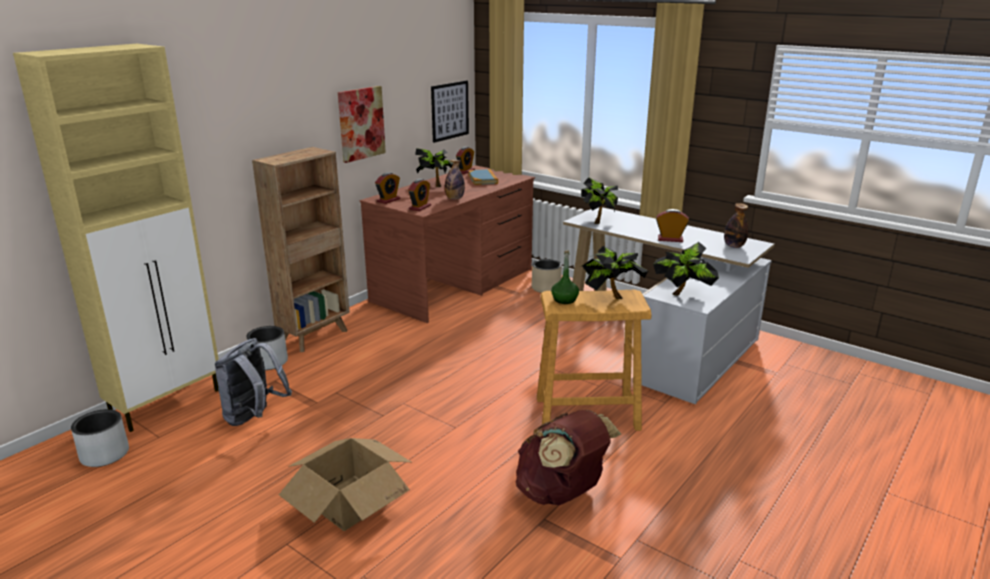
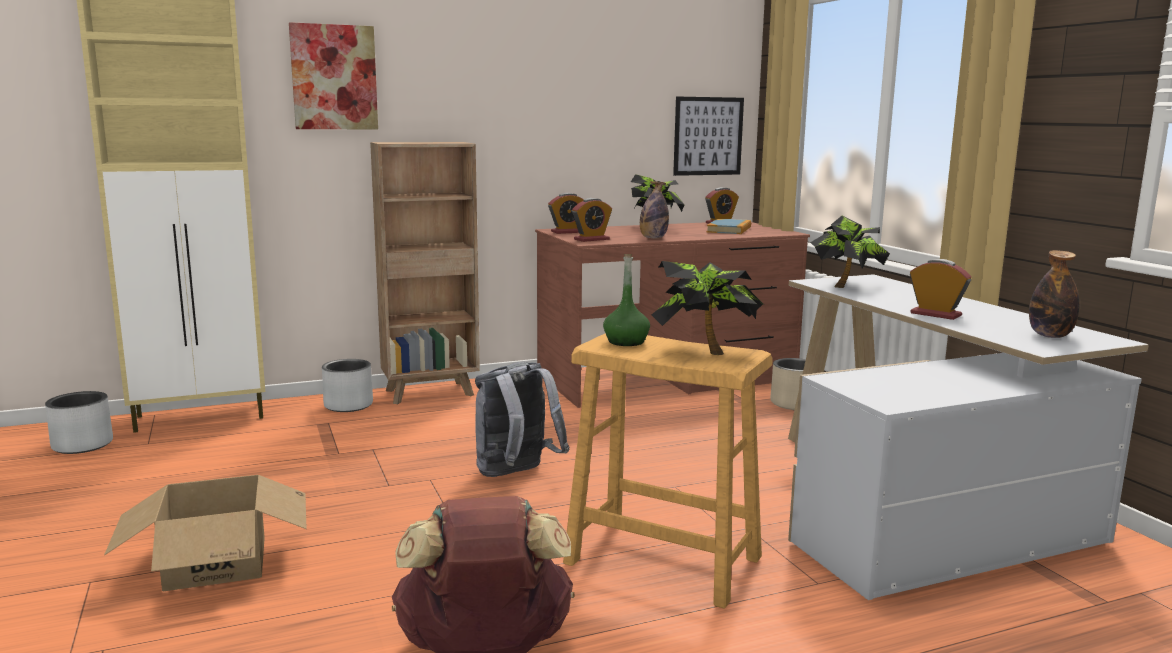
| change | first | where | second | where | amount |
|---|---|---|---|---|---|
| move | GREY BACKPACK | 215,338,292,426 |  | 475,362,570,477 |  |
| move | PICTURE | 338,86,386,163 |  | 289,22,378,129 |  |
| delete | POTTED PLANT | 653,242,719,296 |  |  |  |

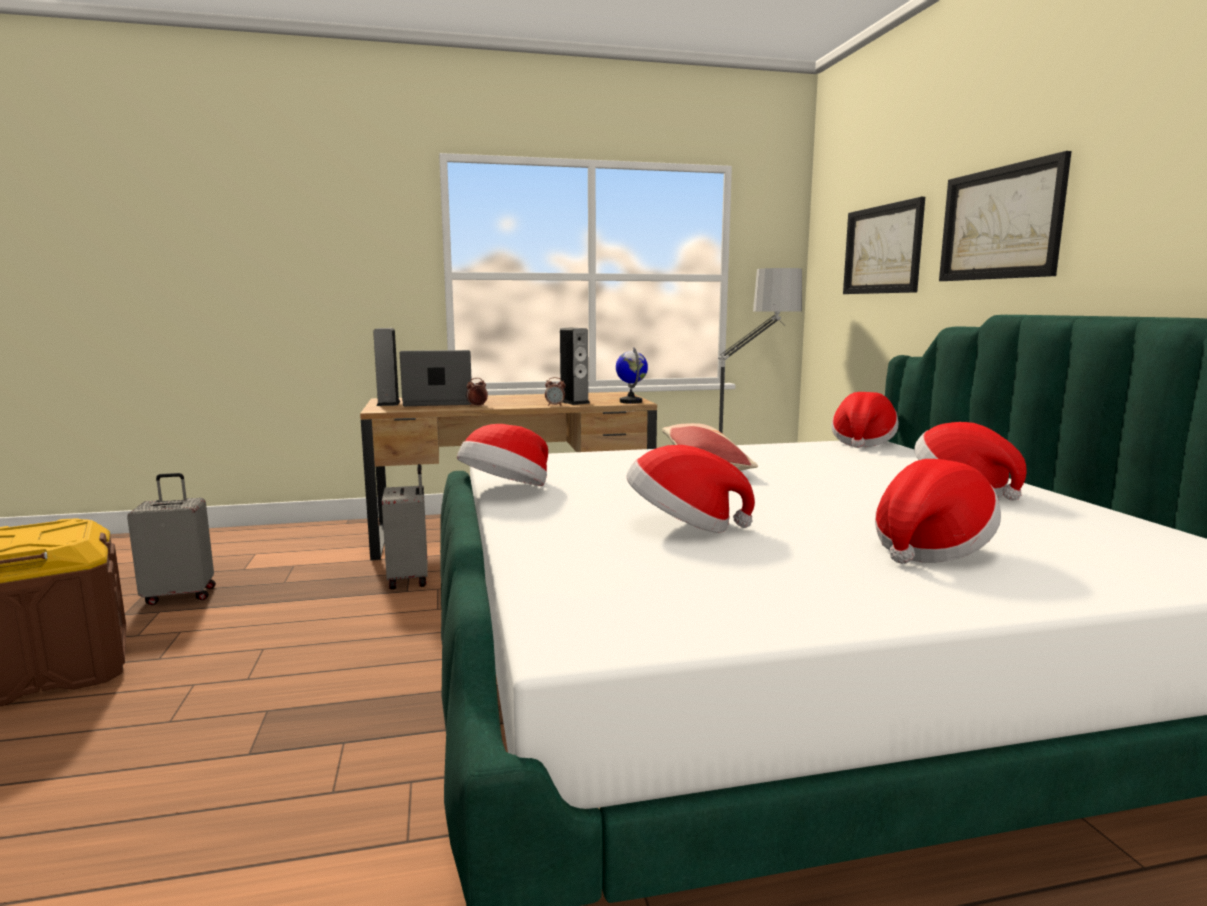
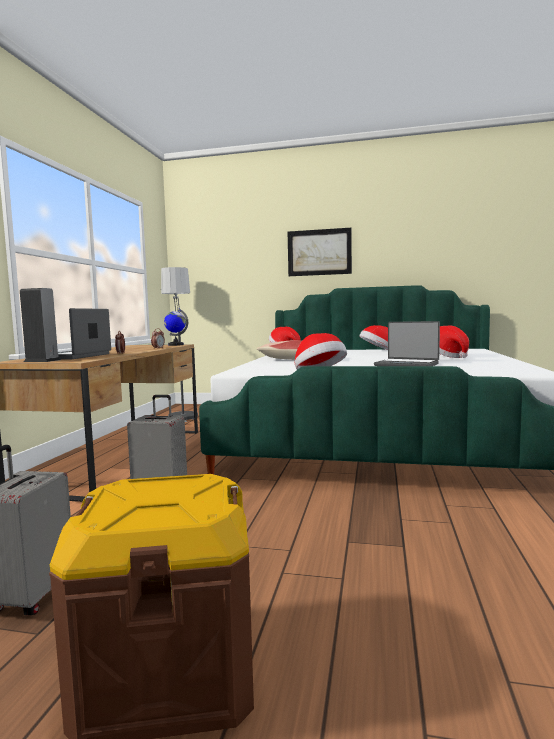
| change | first | where | second | where | amount |
|---|---|---|---|---|---|
| delete | SPEAKER | 560,328,590,405 |  |  |  |
| replace | HAT | 627,445,755,533 | LAPTOP | 374,321,440,366 |  |
| delete | PICTURE | 843,197,925,294 |  |  |  |

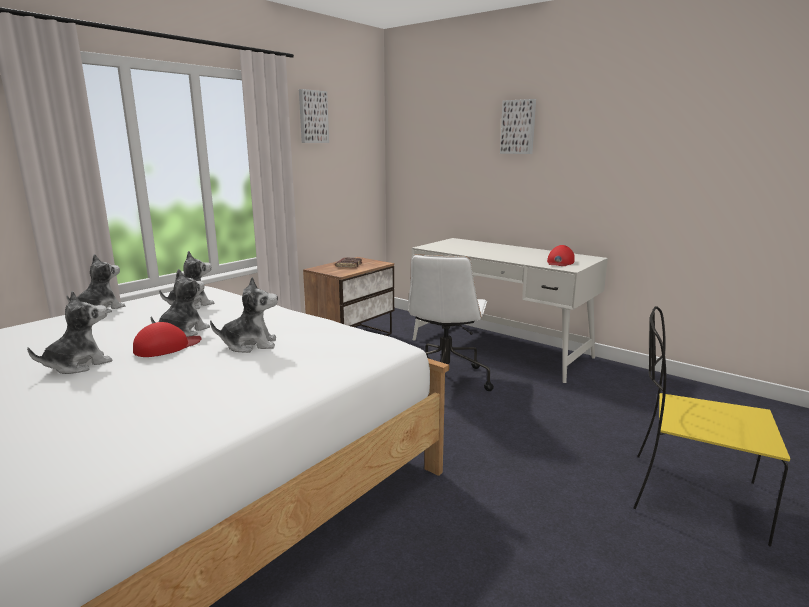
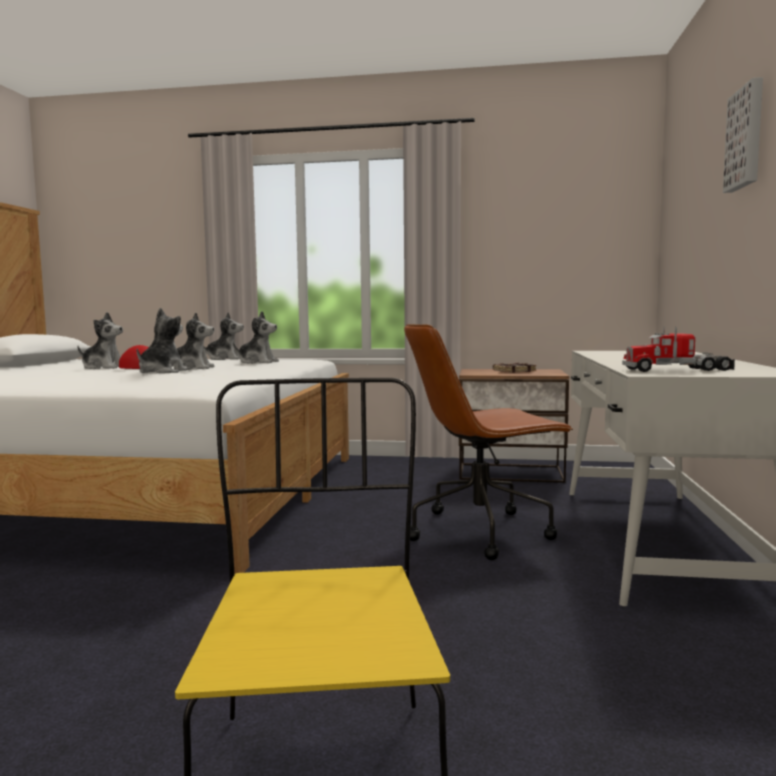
| change | first | where | second | where | amount |
|---|---|---|---|---|---|
| rotate | PLUSH TOY | 210,277,278,353 |  | 137,308,188,373 | 120 degrees counterclockwise |
| delete | PICTURE | 299,89,329,143 |  |  |  |
| recolor | WHITE OFFICE CHAIR | 408,254,494,391 | BROWN OFFICE CHAIR | 404,324,573,560 |  |
| replace | RED CAP | 547,245,575,266 | TOY TRUCK | 622,326,735,372 |  |

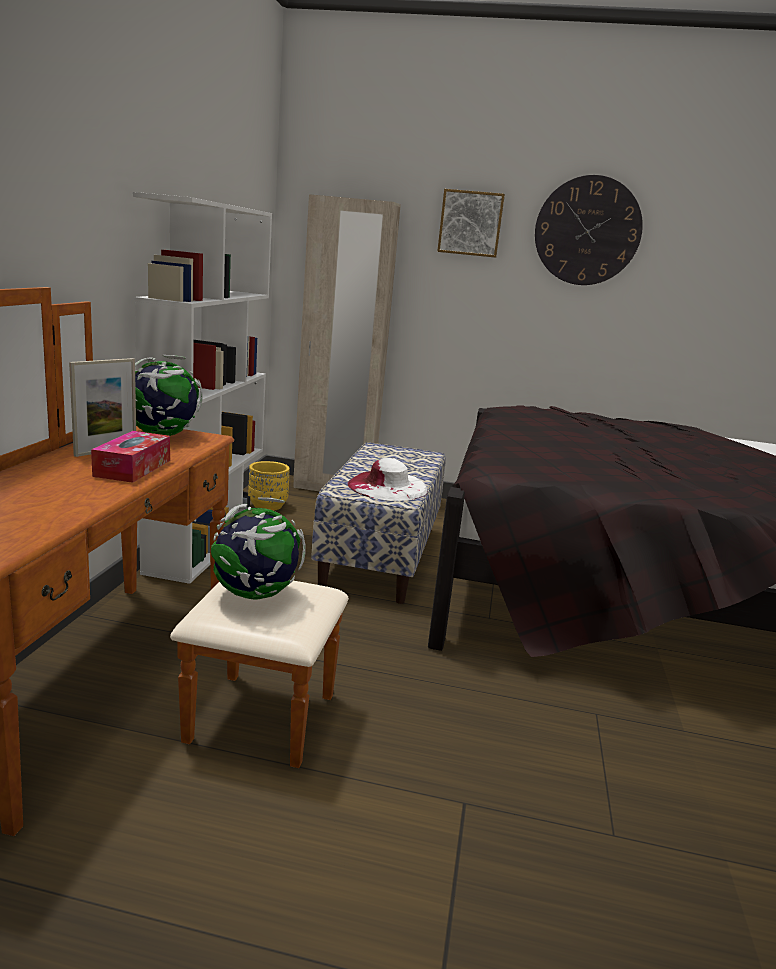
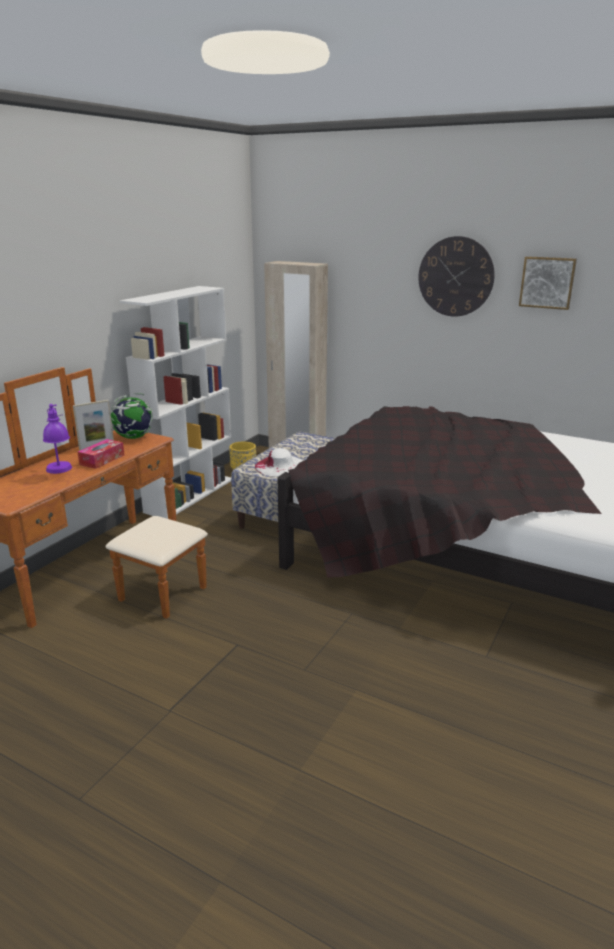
| change | first | where | second | where | amount |
|---|---|---|---|---|---|
| delete | GLOBE | 211,497,305,600 |  |  |  |
| move | PICTURE | 437,189,505,258 |  | 519,256,577,310 |  |
| insert |  |  | PURPLE TABLE LAMP | 43,404,72,474 |  |

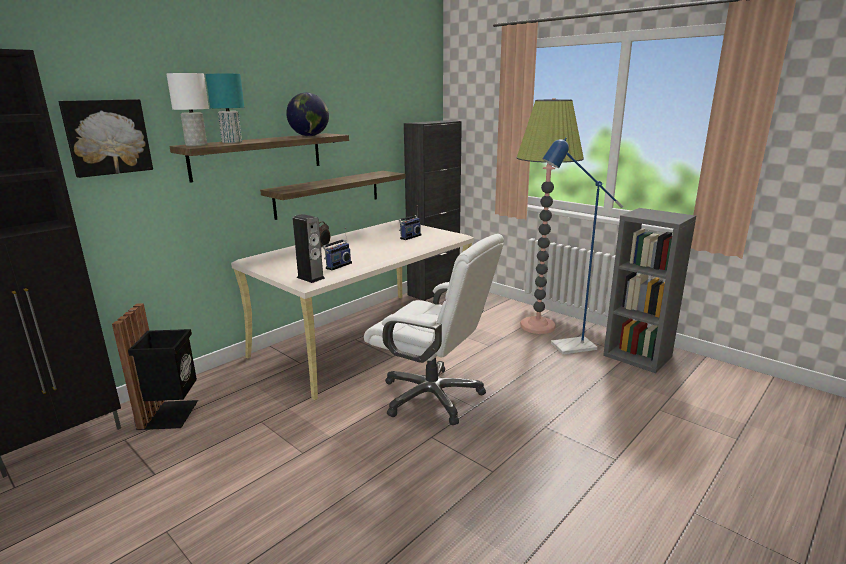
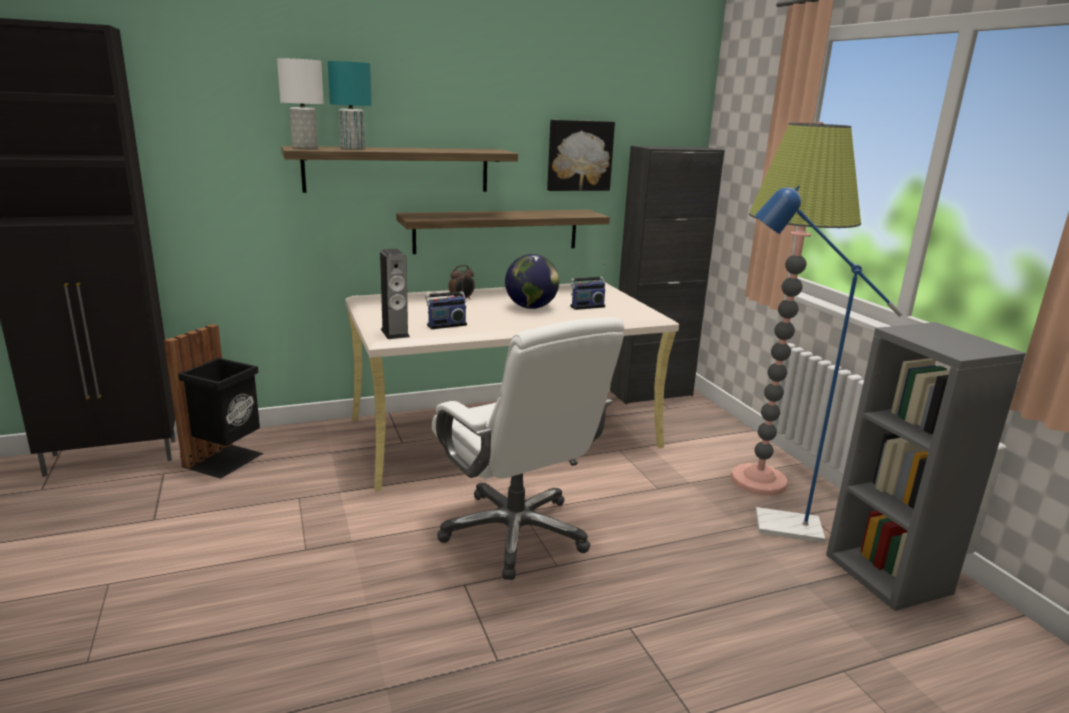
| change | first | where | second | where | amount |
|---|---|---|---|---|---|
| move | PICTURE | 58,99,153,178 |  | 547,120,615,191 |  |
| move | GLOBE | 286,93,329,136 |  | 505,254,559,309 |  |

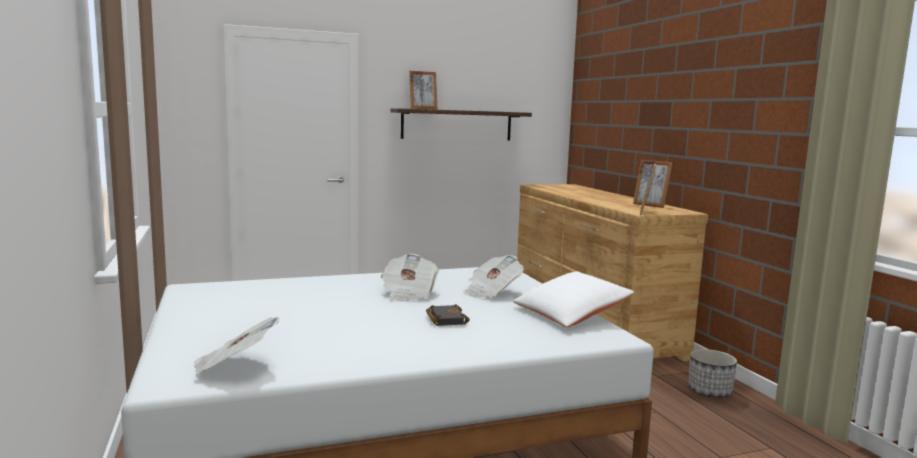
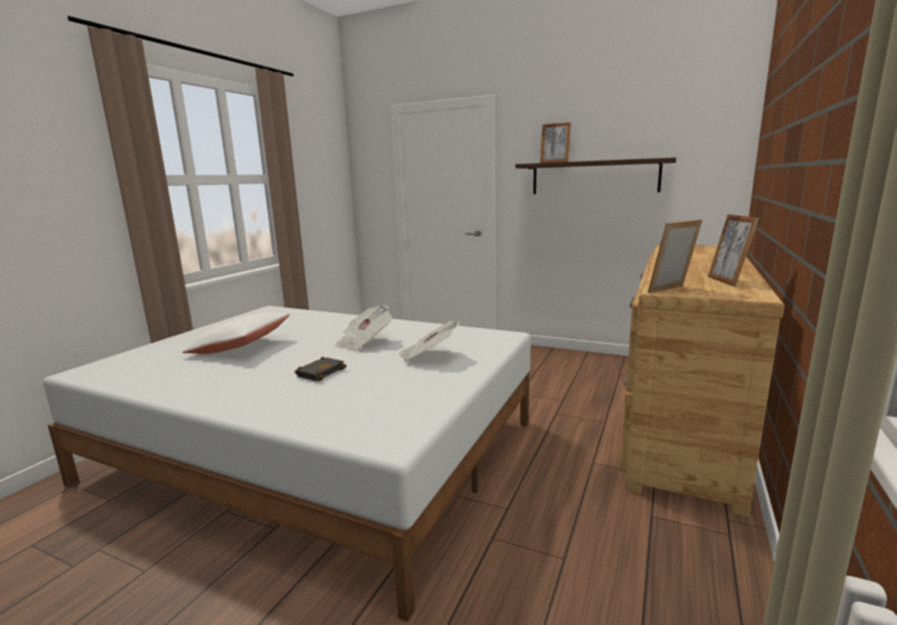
| change | first | where | second | where | amount |
|---|---|---|---|---|---|
| delete | NEWSPAPER | 194,317,279,375 |  |  |  |
| move | WHITE PILLOW | 513,271,634,327 |  | 182,313,290,354 |  |
| delete | PLANTER | 688,349,737,398 |  |  |  |

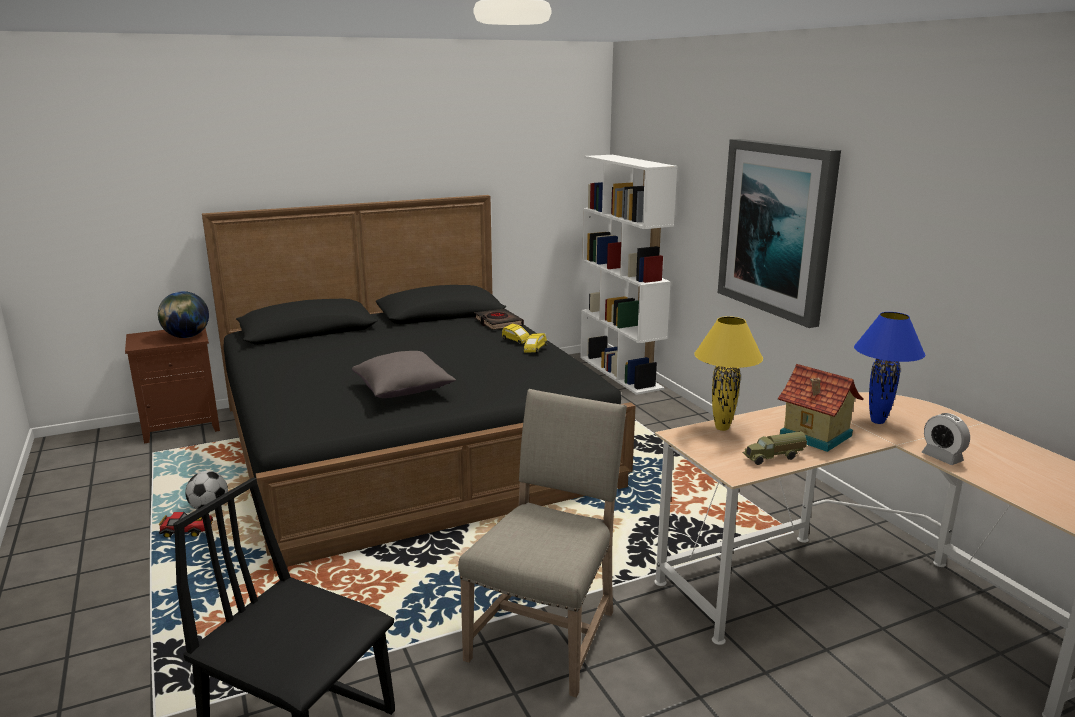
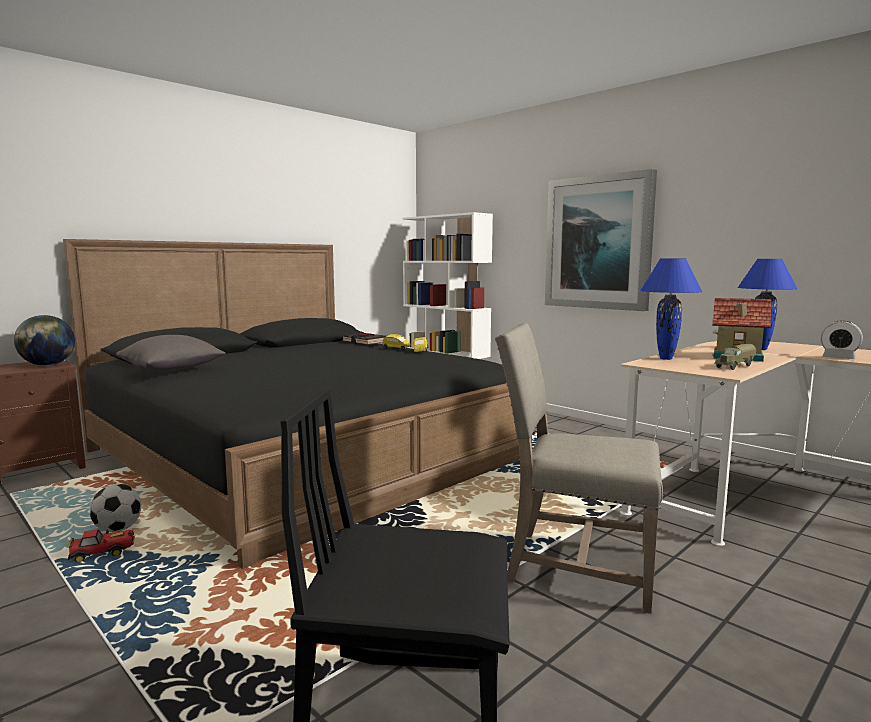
| change | first | where | second | where | amount |
|---|---|---|---|---|---|
| move | GREY PILLOW | 352,351,456,398 |  | 116,335,226,372 |  |
| rotate | BEIGE CHAIR | 458,389,627,698 |  | 495,323,663,614 | 75 degrees counterclockwise |
| recolor | YELLOW TABLE LAMP | 694,316,763,431 | BLUE TABLE LAMP | 640,258,703,360 |  |

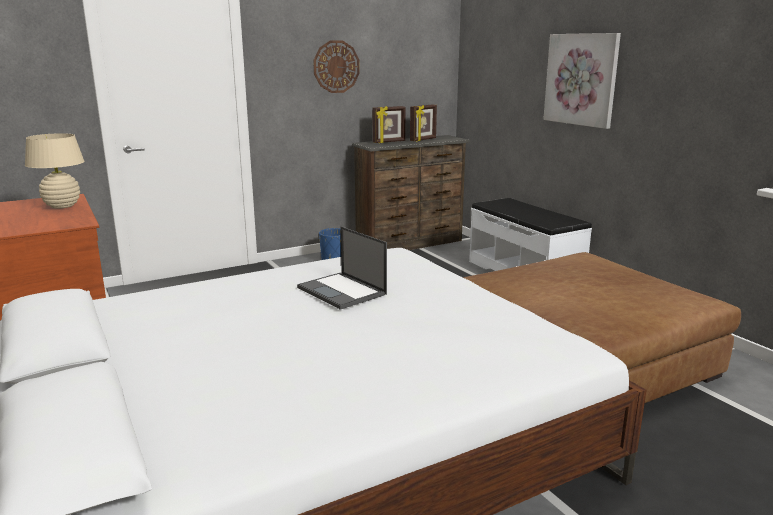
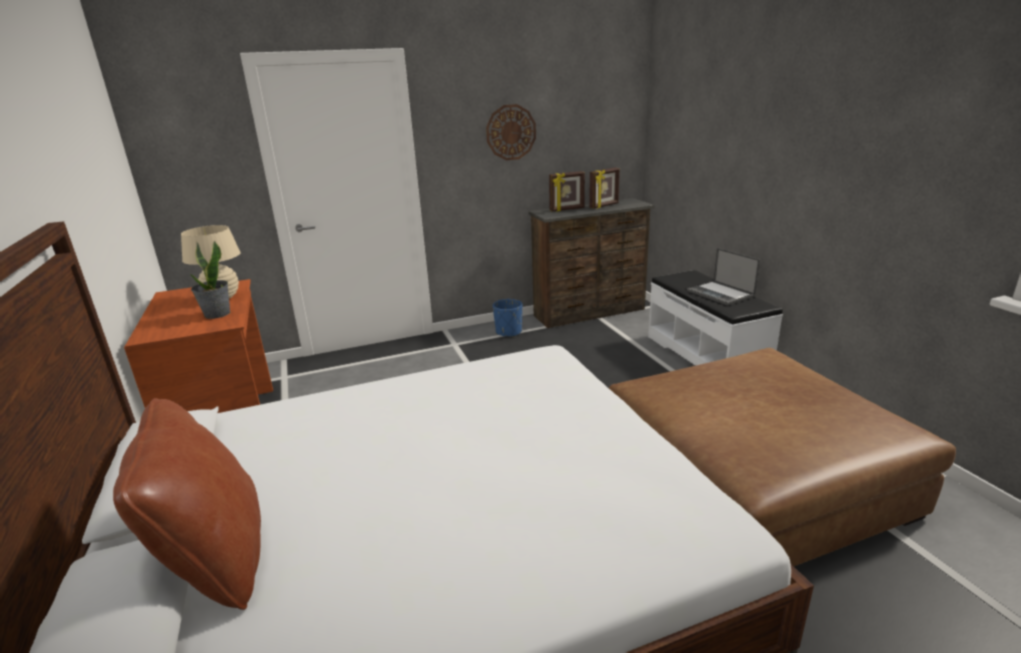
| change | first | where | second | where | amount |
|---|---|---|---|---|---|
| move | LAPTOP | 297,226,387,310 |  | 687,248,761,306 |  |
| delete | PICTURE | 543,33,621,129 |  |  |  |
| insert |  |  | BROWN PILLOW | 113,398,261,610 |  |
| insert |  |  | POTTED PLANT | 190,241,230,319 |  |

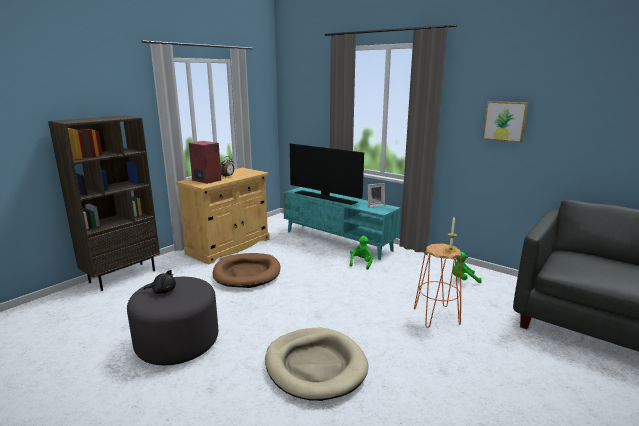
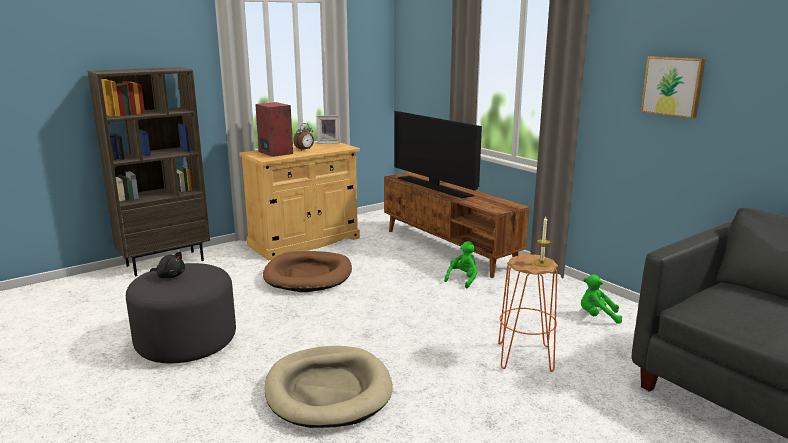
| change | first | where | second | where | amount |
|---|---|---|---|---|---|
| recolor | TURQUOISE TV STAND | 283,187,401,260 | BROWN TV STAND | 384,172,529,278 |  |
| move | PICTURE FRAME | 368,183,385,207 |  | 317,115,340,144 |  |

